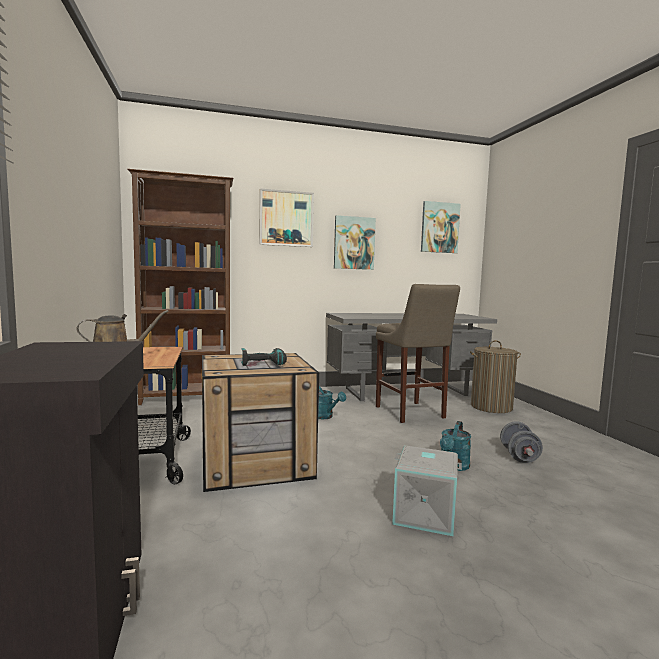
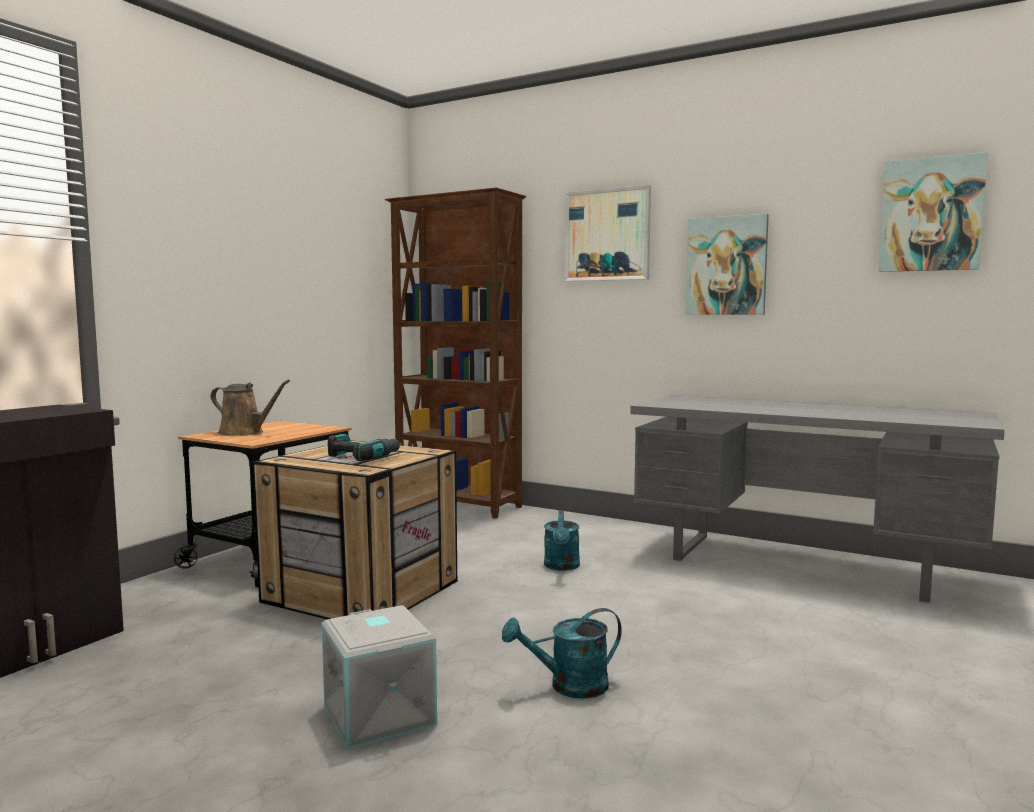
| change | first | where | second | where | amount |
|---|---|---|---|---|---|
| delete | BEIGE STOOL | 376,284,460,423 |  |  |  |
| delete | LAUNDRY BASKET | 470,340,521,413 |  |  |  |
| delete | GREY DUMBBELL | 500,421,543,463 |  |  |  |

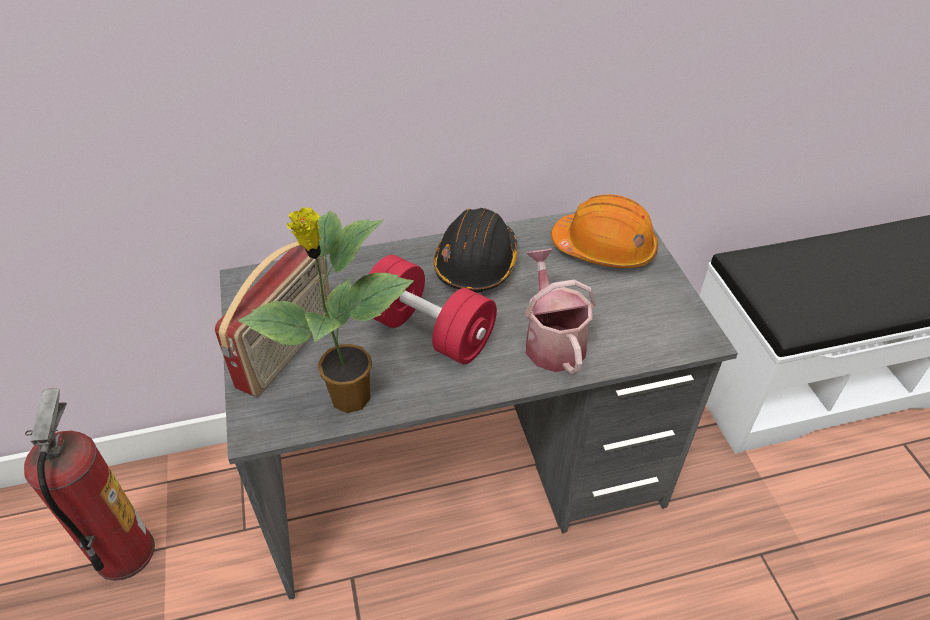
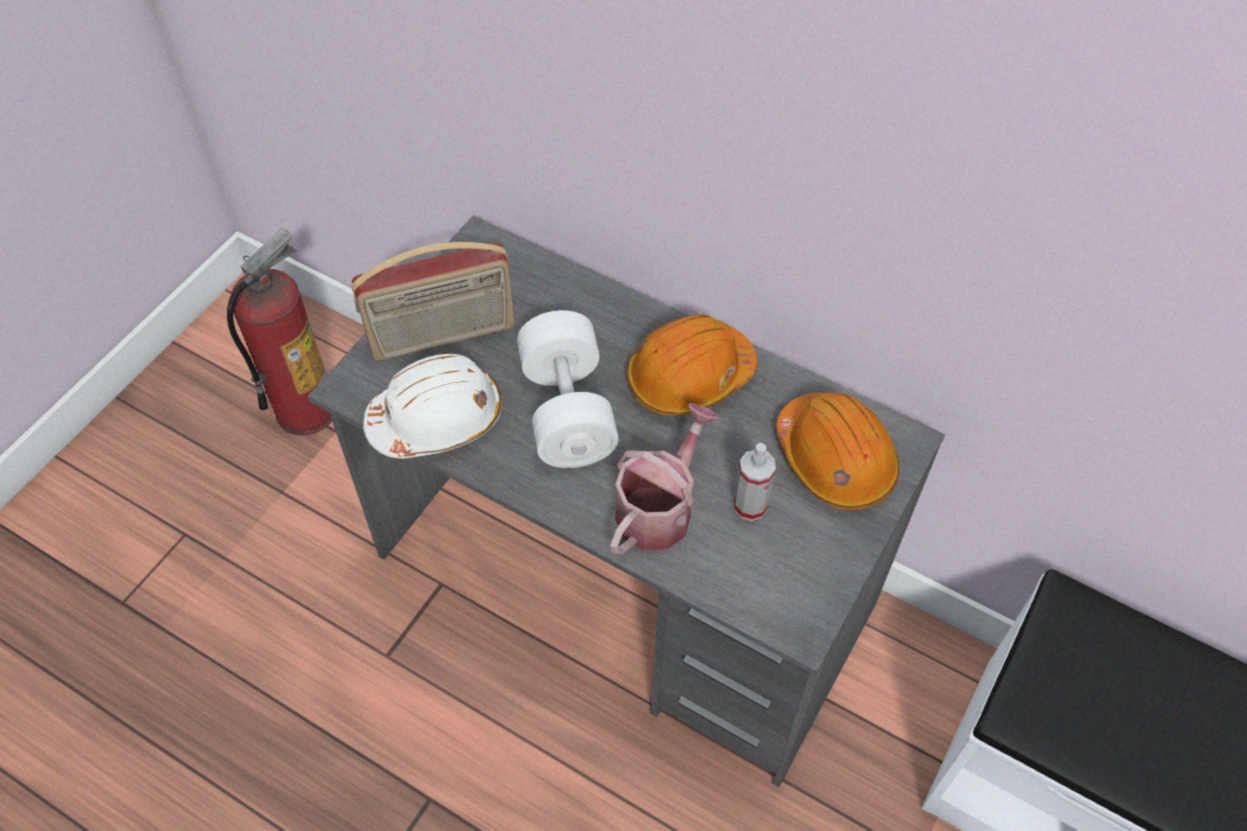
| change | first | where | second | where | amount |
|---|---|---|---|---|---|
| replace | POTTED PLANT | 238,207,414,413 | WHITE HARD HAT | 363,354,502,459 |  |
| recolor | RED DUMBBELL | 368,255,497,364 | WHITE DUMBBELL | 517,310,619,468 |  |
| recolor | BLACK HARD HAT | 433,208,517,293 | ORANGE HARD HAT | 626,315,757,416 |  |
| insert |  |  | SPRAY BOTTLE | 734,443,776,521 |  |

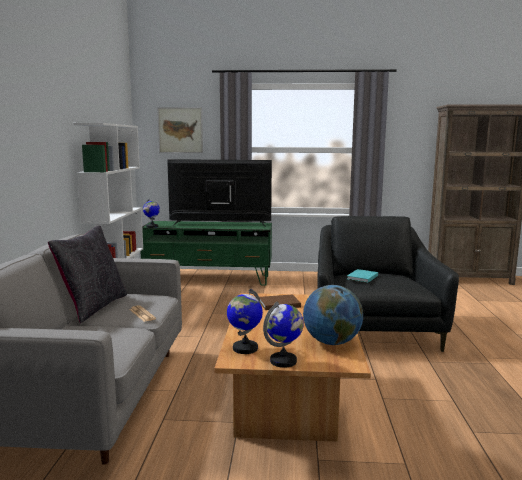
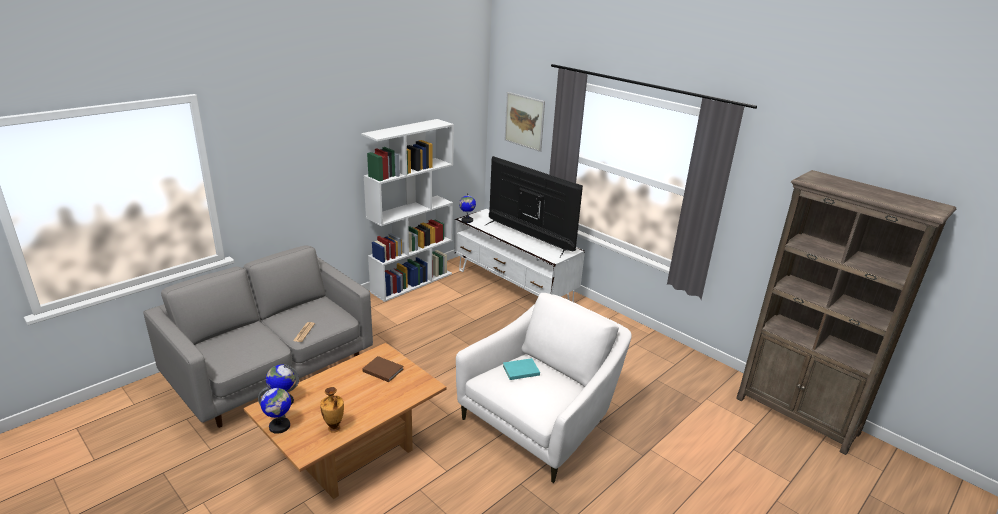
| change | first | where | second | where | amount |
|---|---|---|---|---|---|
| delete | BLACK PILLOW | 48,226,127,323 |  |  |  |
| recolor | GREEN TV STAND | 140,221,272,286 | WHITE TV STAND | 454,209,585,302 |  |
| replace | GLOBE | 303,285,363,345 | VASE | 320,387,344,433 |  |
| recolor | BLACK ARMCHAIR | 317,216,459,352 | WHITE ARMCHAIR | 456,293,632,483 |  |

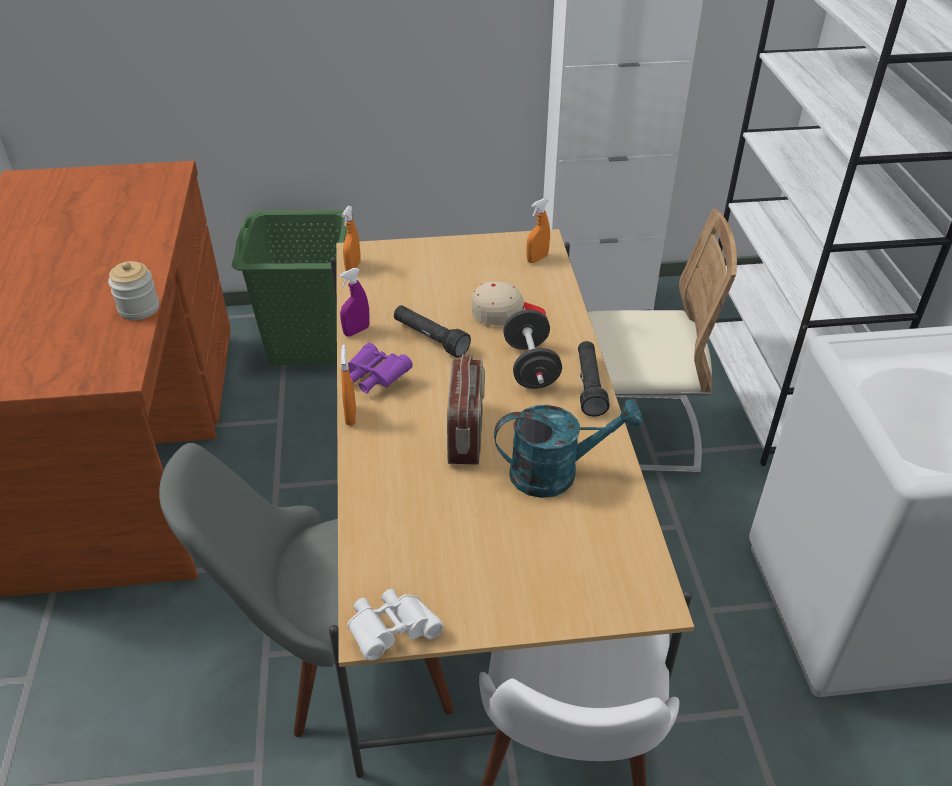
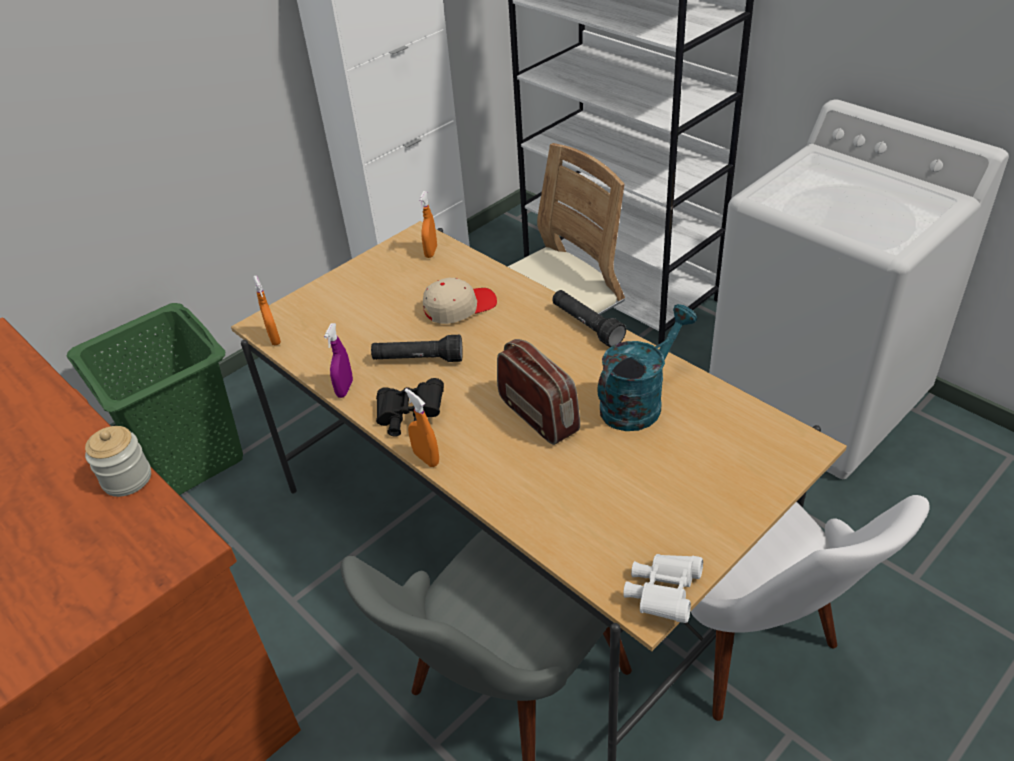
| change | first | where | second | where | amount |
|---|---|---|---|---|---|
| recolor | PURPLE BINOCULARS | 348,343,413,394 | BLACK BINOCULARS | 376,378,444,437 |  |
| delete | BLACK DUMBBELL | 503,310,562,389 |  |  |  |

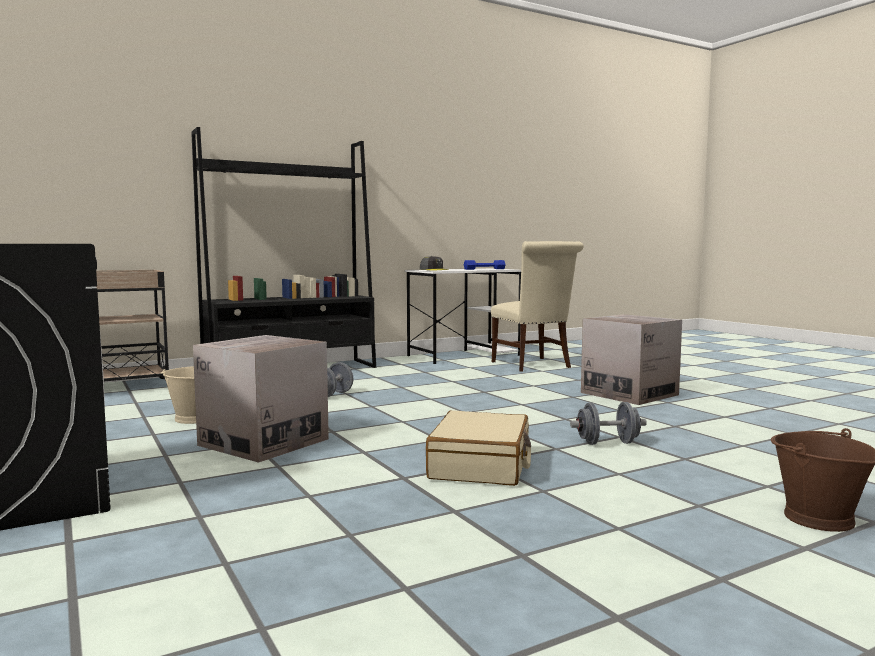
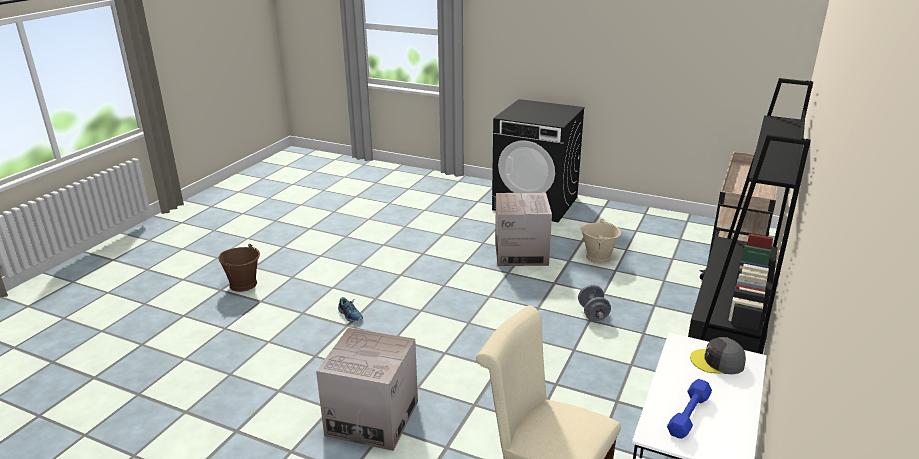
| change | first | where | second | where | amount |
|---|---|---|---|---|---|
| delete | BEIGE SUITCASE | 426,410,531,486 |  |  |  |
| replace | GREY DUMBBELL | 570,402,647,445 | SHOE | 338,297,363,322 |  |

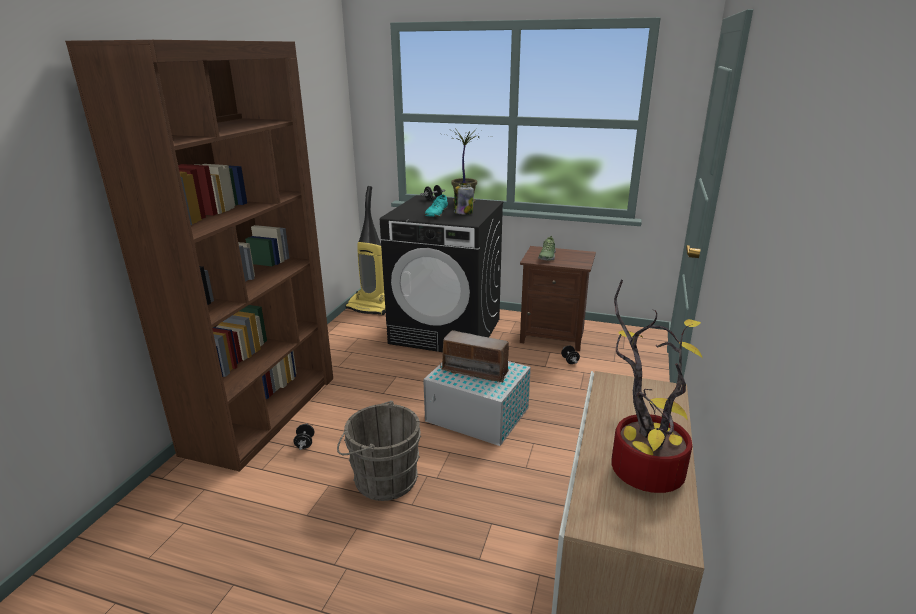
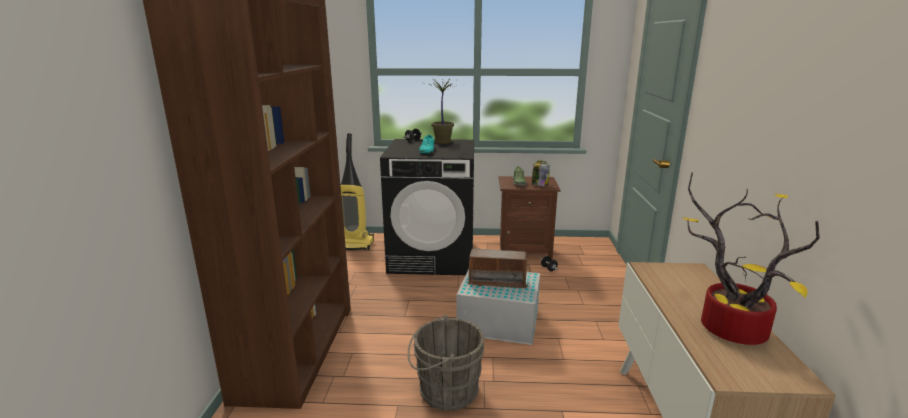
| change | first | where | second | where | amount |
|---|---|---|---|---|---|
| delete | BLACK DUMBBELL | 294,424,314,450 |  |  |  |
| move | JAR | 454,183,474,215 |  | 532,161,550,186 |  |

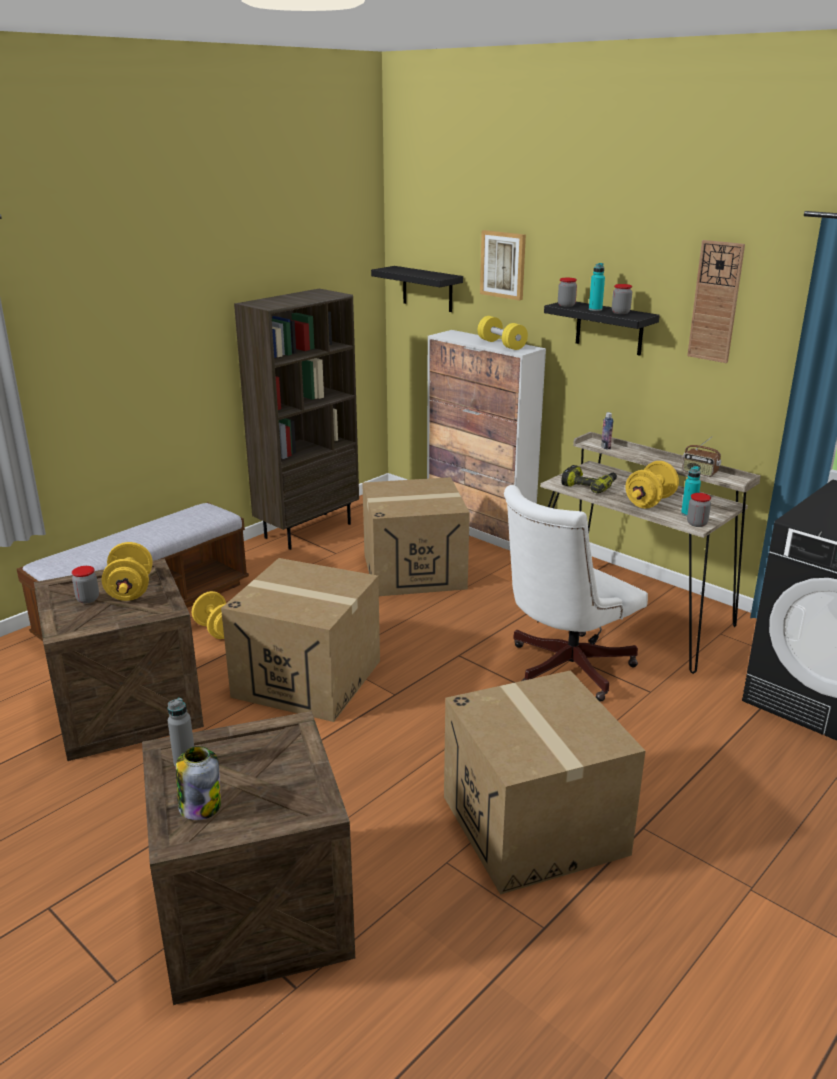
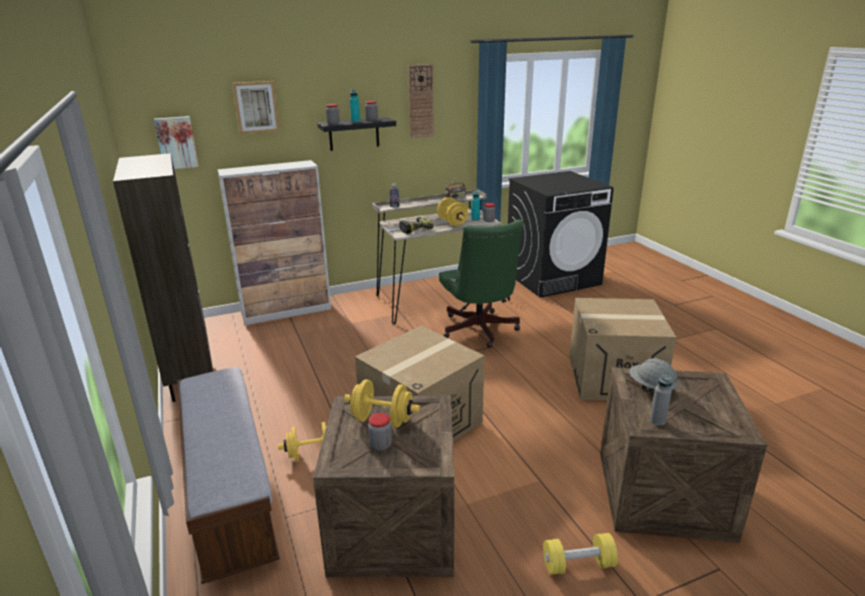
| change | first | where | second | where | amount |
|---|---|---|---|---|---|
| delete | JAR | 176,746,221,820 |  |  |  |
| delete | CARDBOARD BOX | 362,477,470,596 |  |  |  |
| replace | BLACK SHELF | 371,266,463,312 | PICTURE | 154,116,199,169 |  |
| move | YELLOW DUMBBELL | 478,316,528,350 |  | 543,533,618,575 |  |
| recolor | WHITE OFFICE CHAIR | 504,485,648,701 | GREEN OFFICE CHAIR | 439,219,524,347 |  |
| insert |  |  | GREY HARD HAT | 629,358,679,393 |  |

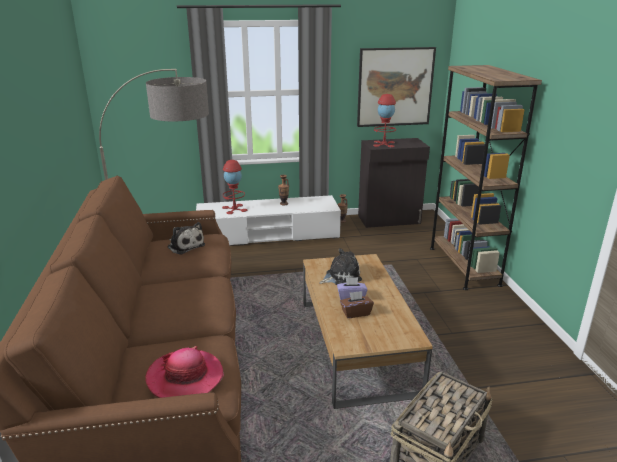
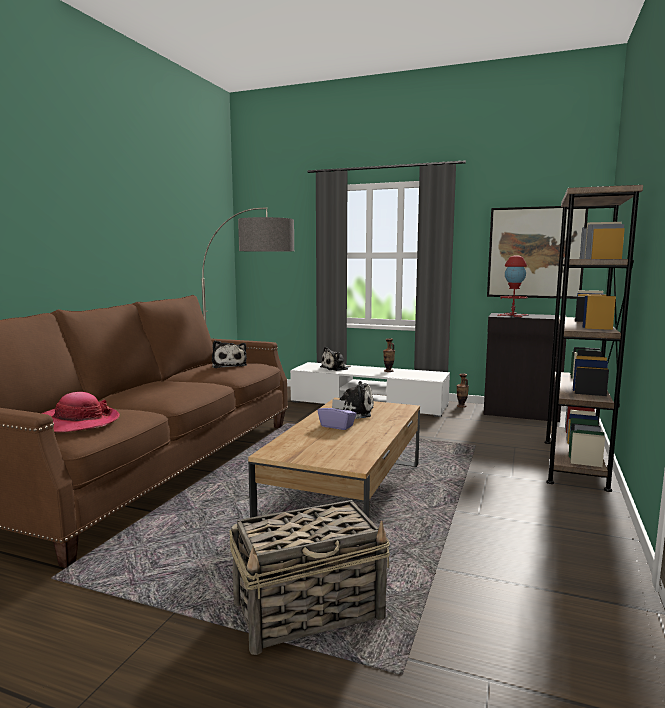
| change | first | where | second | where | amount |
|---|---|---|---|---|---|
| replace | RED TABLE LAMP | 222,160,248,214 | PLUSH TOY | 320,347,350,371 |  |
| delete | BROWN TISSUE BOX | 340,291,374,318 |  |  |  |

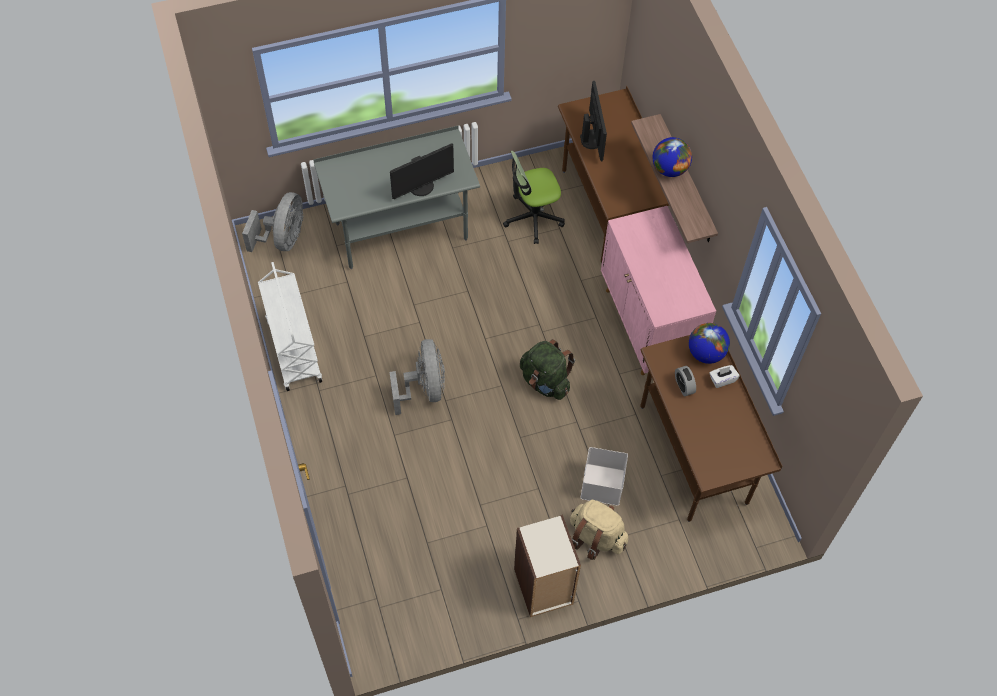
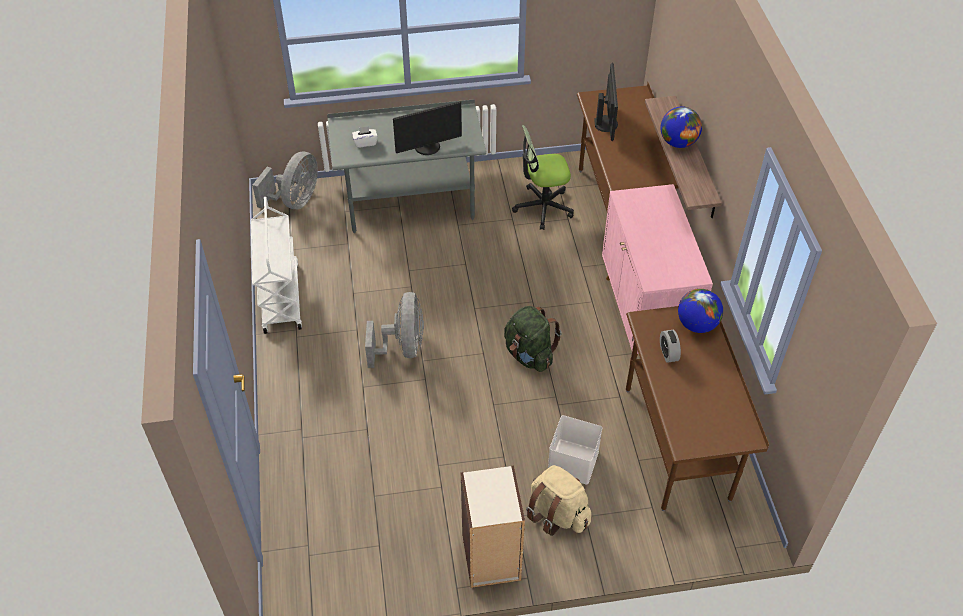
| change | first | where | second | where | amount |
|---|---|---|---|---|---|
| move | WHITE TISSUE BOX | 709,365,740,388 |  | 352,126,378,148 |  |

